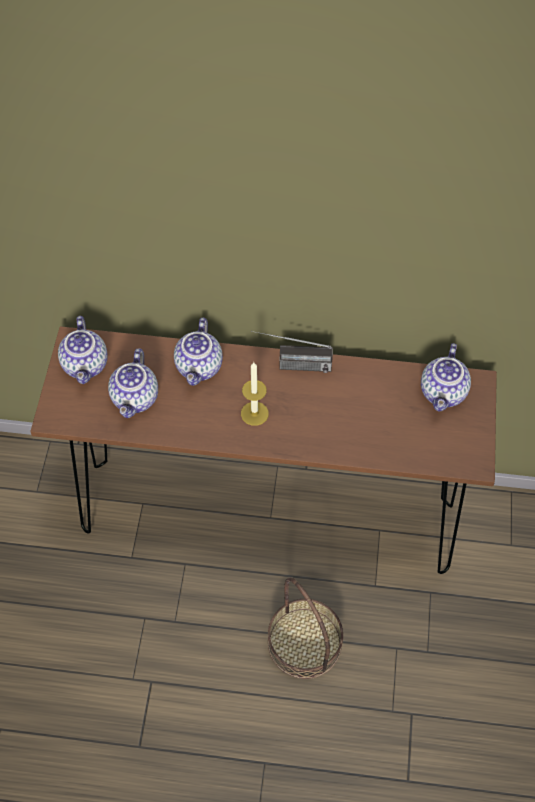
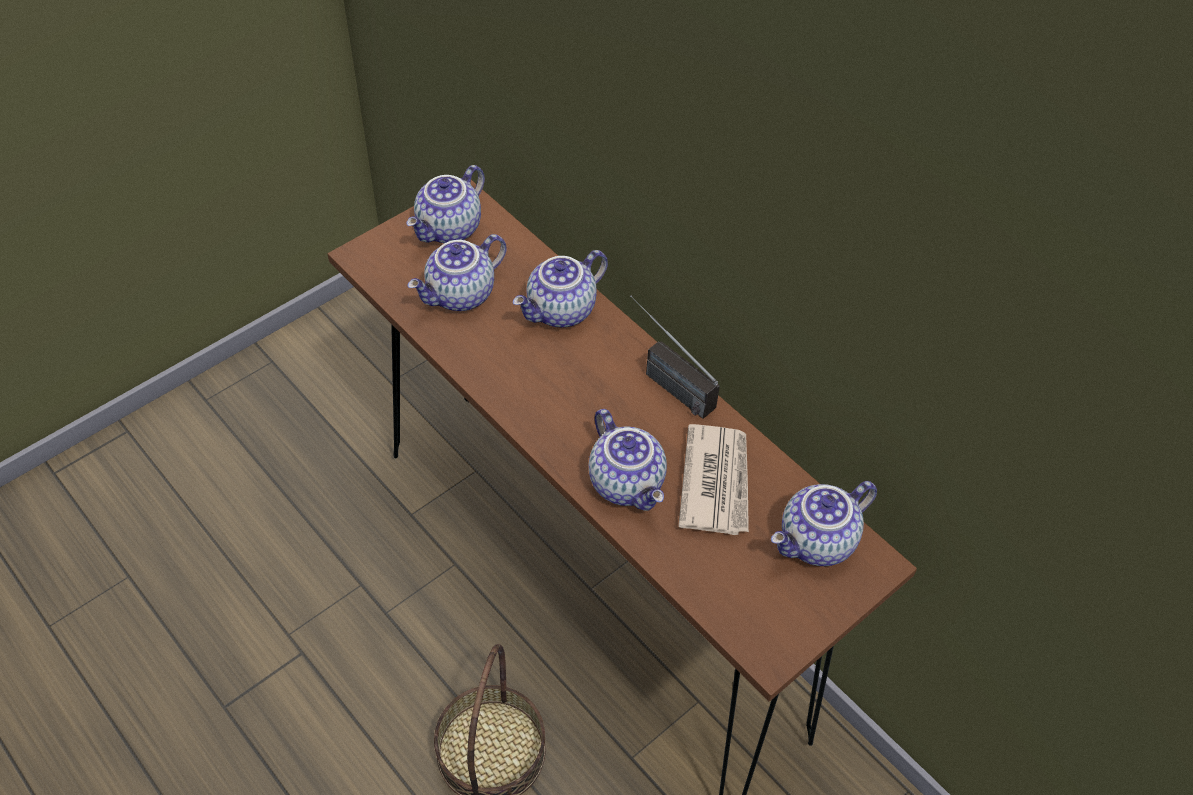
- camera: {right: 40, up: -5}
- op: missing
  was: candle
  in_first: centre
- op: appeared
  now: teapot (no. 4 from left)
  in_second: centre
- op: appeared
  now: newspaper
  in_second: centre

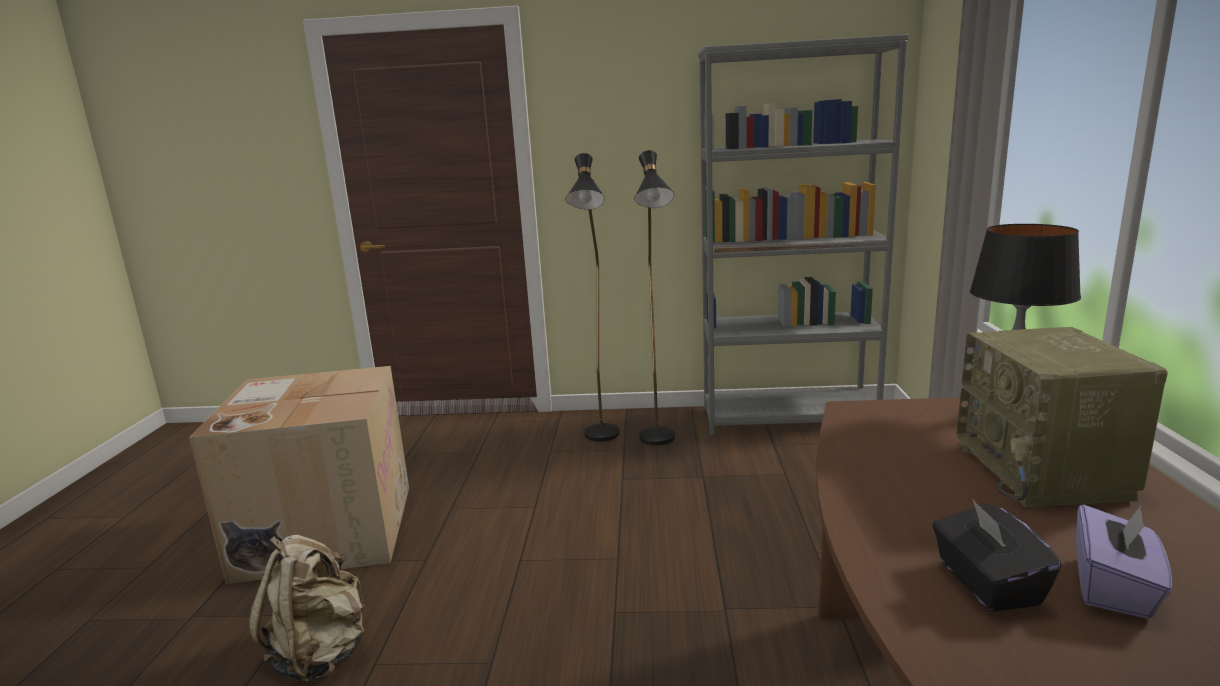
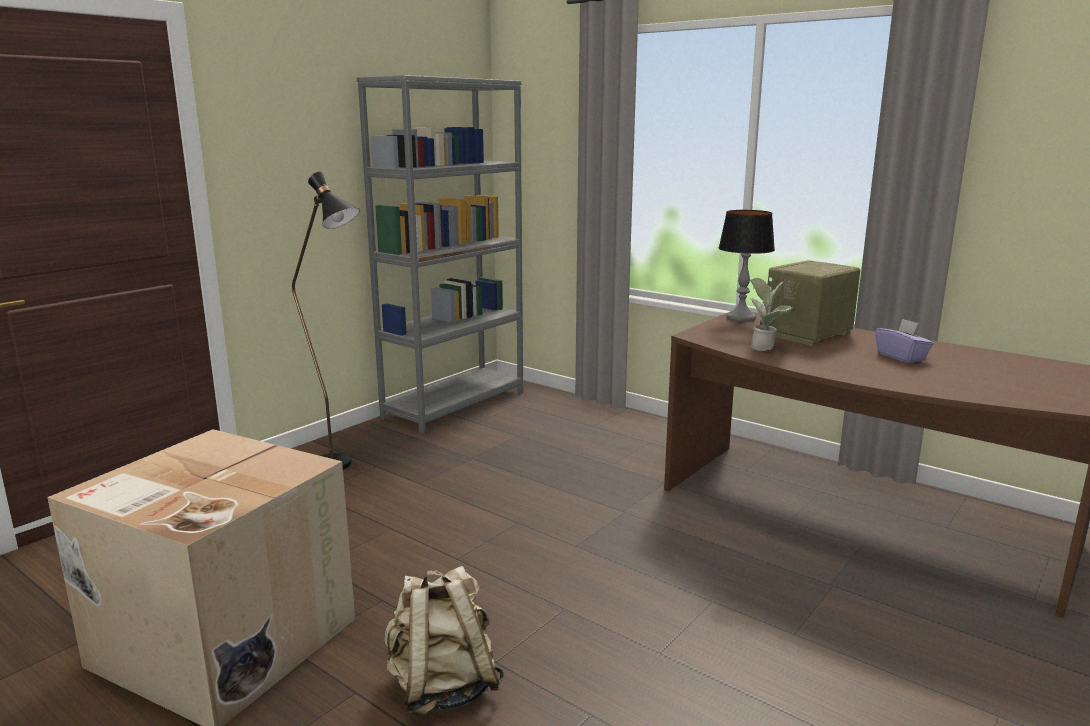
- camera: {right: -55, up: 0}
- op: missing
  was: floor lamp (black) (no. 2 from left)
  in_first: centre
- op: spun
  was: radio
  in_first: middle right
  in_second: middle right
  clockwise: 105
- op: missing
  was: tissue box (black)
  in_first: bottom right
- op: appeared
  now: potted plant
  in_second: middle right

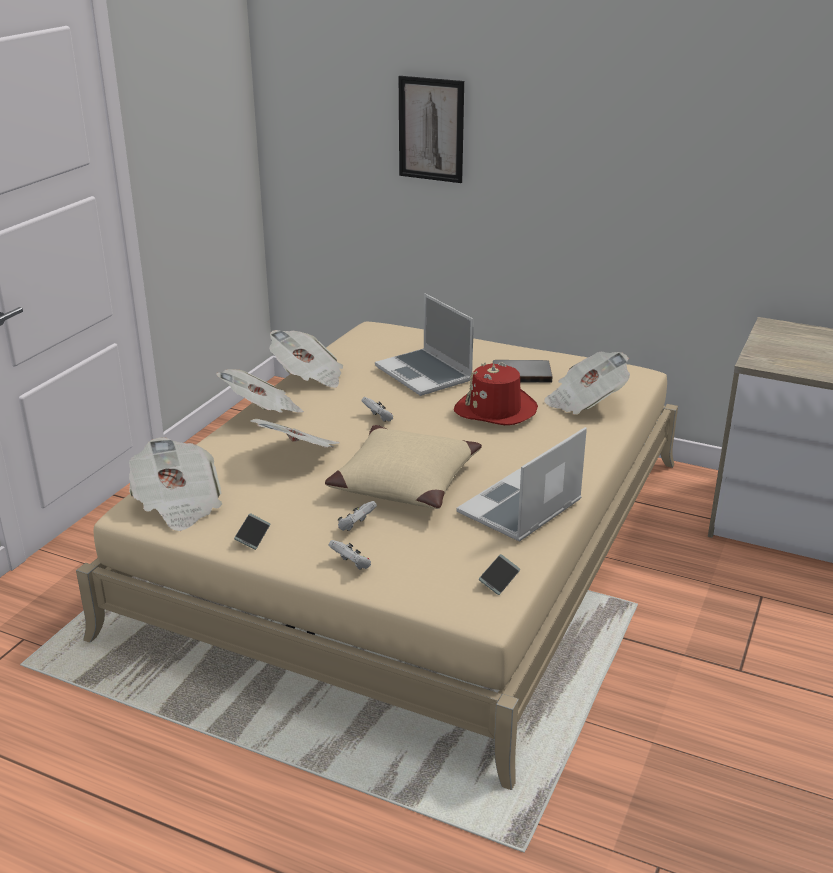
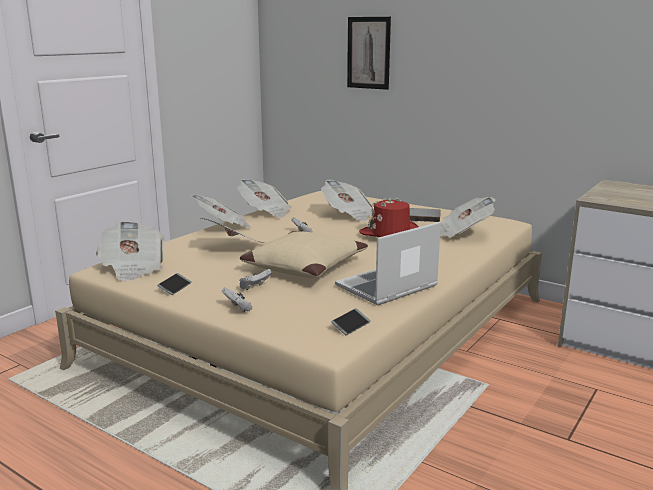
- camera: {right: 10, up: -10}
- op: exchanged
  was: laptop (no. 1 from left)
  now: newspaper (no. 5 from left)
  in_first: centre
  in_second: centre

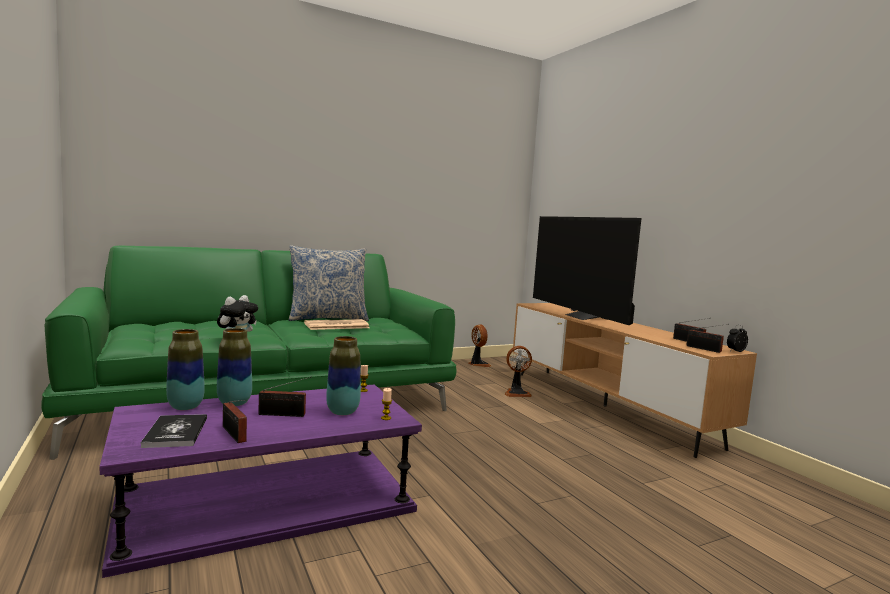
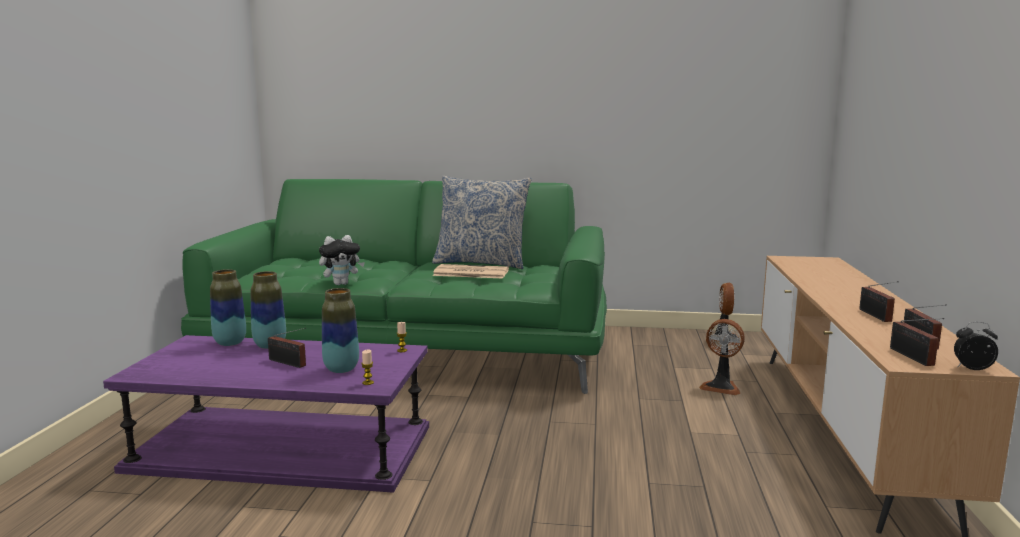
- camera: {right: 35, up: 5}
- op: missing
  was: television
  in_first: centre
- op: relocated
  was: radio (no. 1 from left in the first image)
  now: radio (no. 2 from left)
  in_first: bottom left
  in_second: middle right
- op: missing
  was: book
  in_first: bottom left

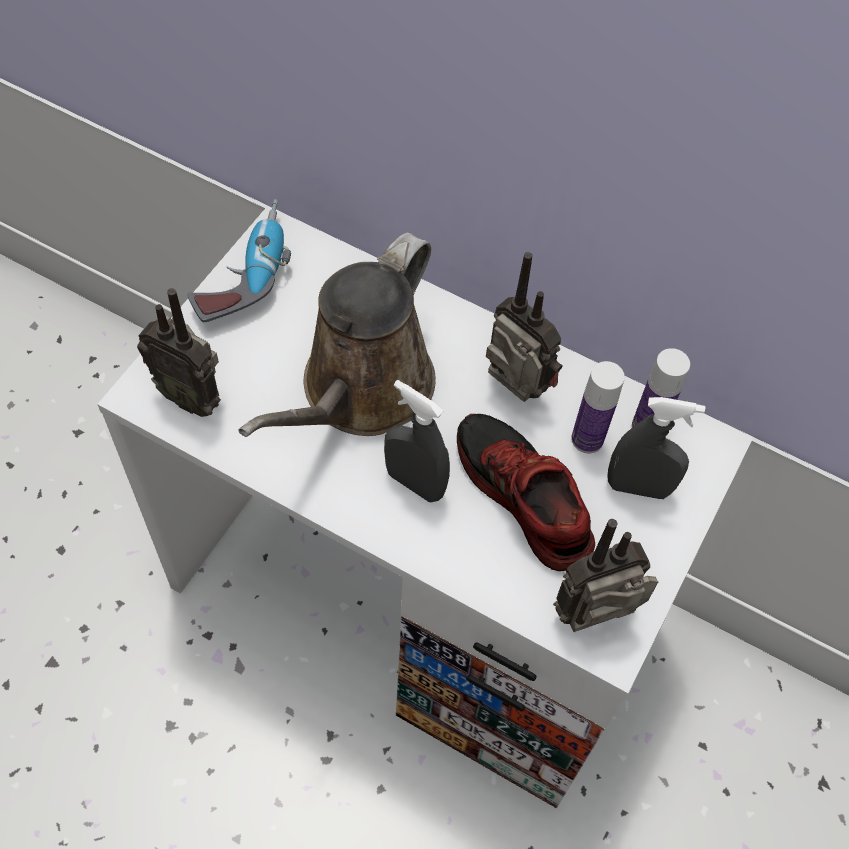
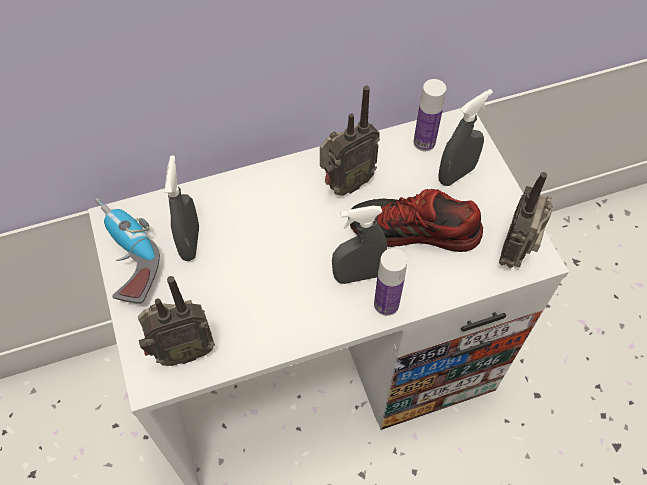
- camera: {right: -45, up: 0}
- op: missing
  was: watering can (brown)
  in_first: centre
- op: spun
  was: radio (no. 2 from left)
  in_first: centre
  in_second: top centre
  clockwise: 150
- op: relocated
  was: bottle (no. 1 from left)
  in_first: middle right
  in_second: centre
- op: appeared
  now: spray bottle (grey) (no. 1 from left)
  in_second: middle left

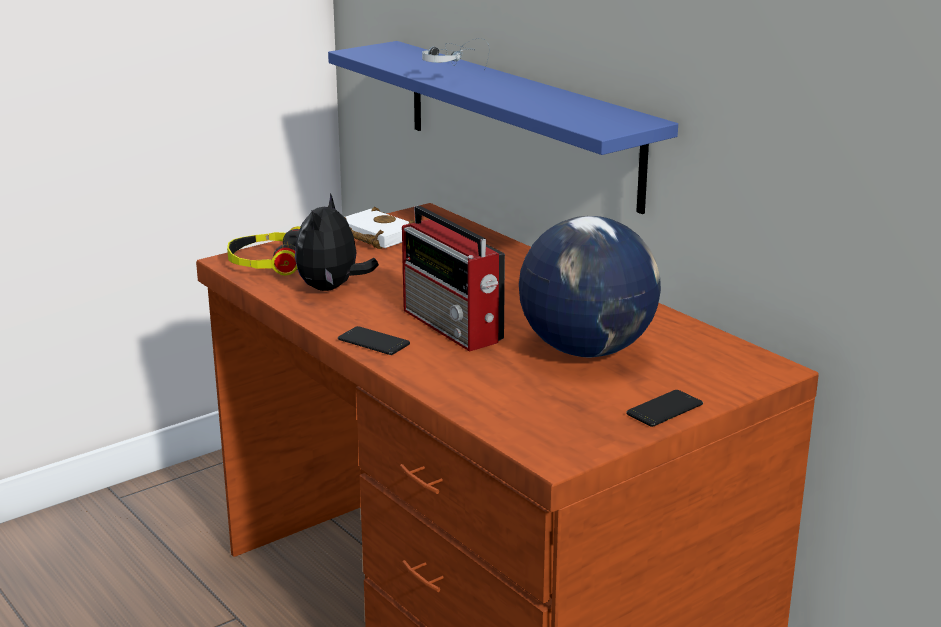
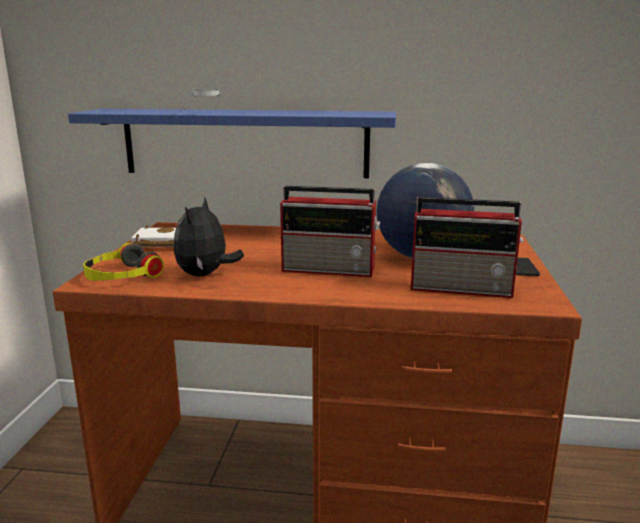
- camera: {right: -45, up: -5}
- op: spun
  was: plush toy
  in_first: centre
  in_second: middle left
  clockwise: 45
- op: missing
  was: phone (no. 1 from left)
  in_first: centre
- op: appeared
  now: radio (no. 2 from left)
  in_second: middle right

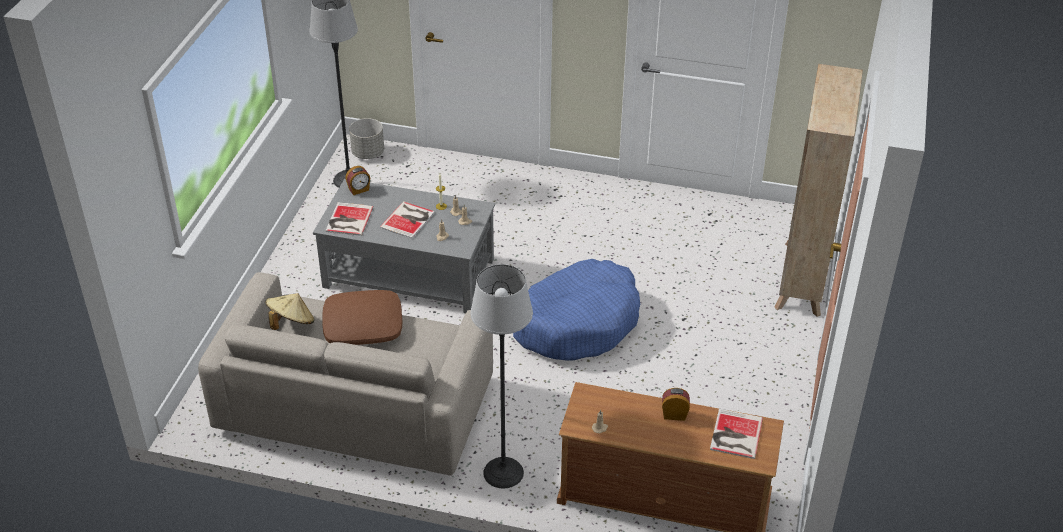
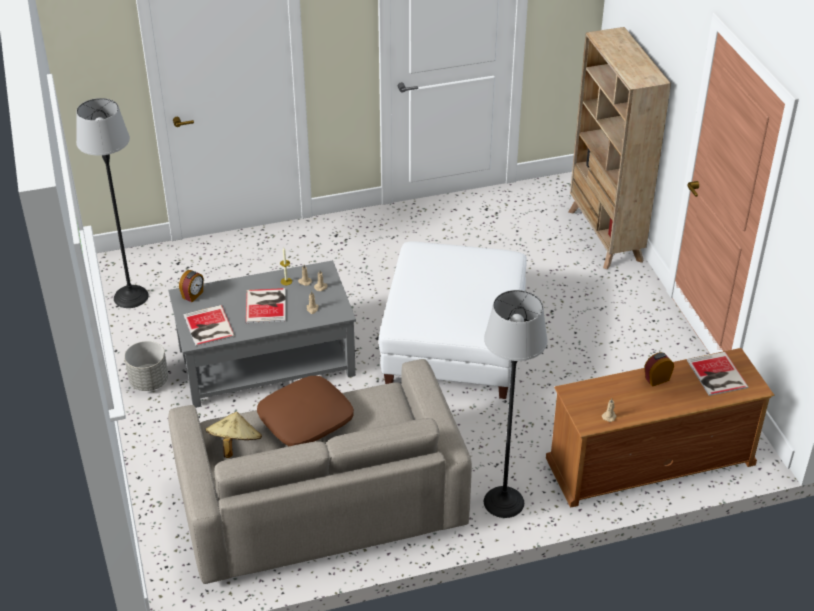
- camera: {right: -30, up: 0}
- op: relocated
  was: planter (grey)
  in_first: top centre
  in_second: middle left
- op: exchanged
  was: dog bed (blue)
  now: ottoman (white)
  in_first: centre
  in_second: centre

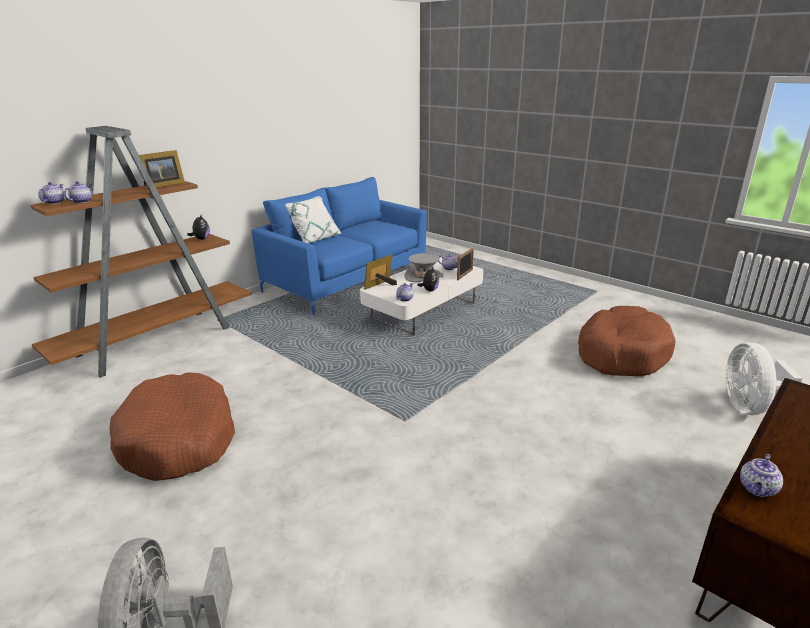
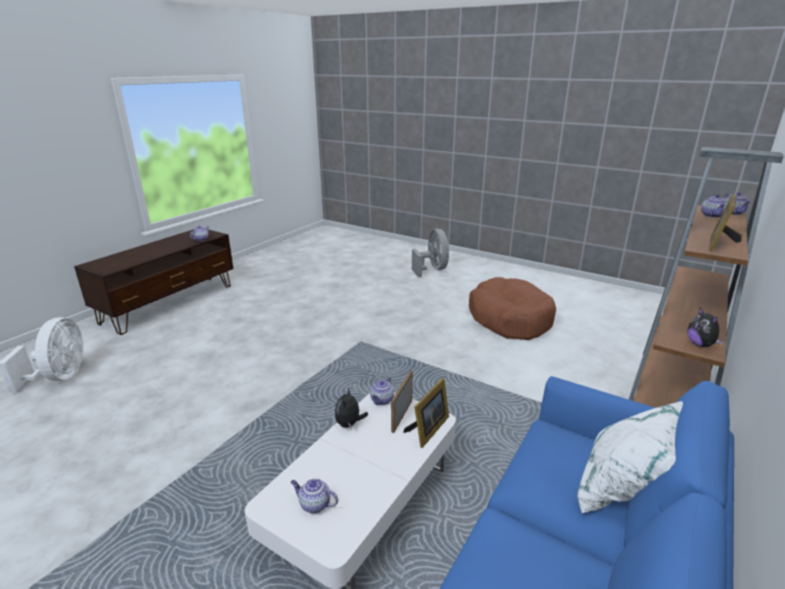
- camera: {right: 170, up: 0}
- op: relocated
  was: picture frame (no. 3 from left in the first image)
  now: picture frame (no. 1 from left)
  in_first: centre
  in_second: bottom centre
- op: missing
  was: hat (grey)
  in_first: centre
- op: missing
  was: dog bed (brown) (no. 2 from left)
  in_first: middle right

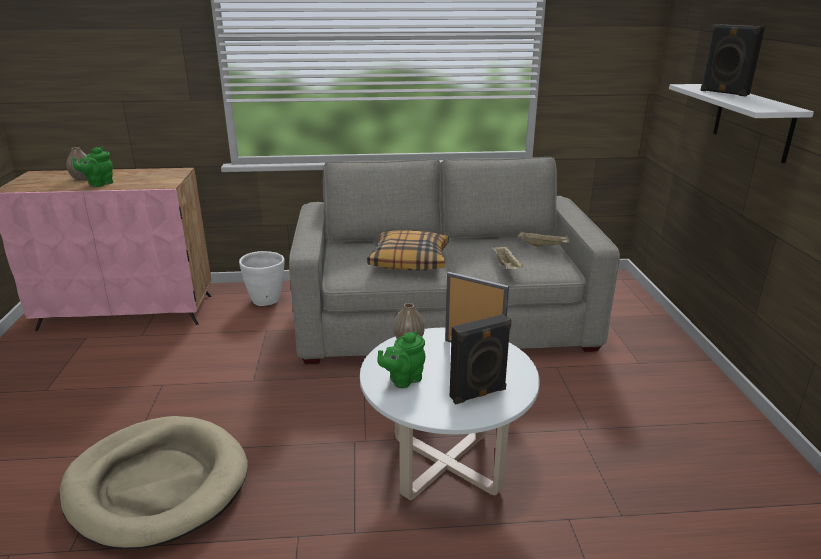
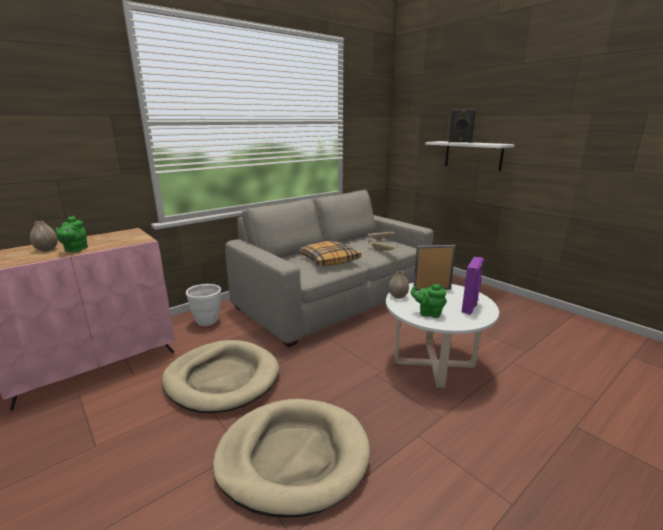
- camera: {right: -35, up: -5}
- op: colour
  was: speaker (black) (no. 1 from left)
  now: speaker (purple)
  in_first: centre
  in_second: middle right
- op: spun
  was: teapot (green) (no. 2 from left)
  in_first: centre
  in_second: centre
  clockwise: 90
- op: appeared
  now: dog bed (beige) (no. 1 from left)
  in_second: bottom left

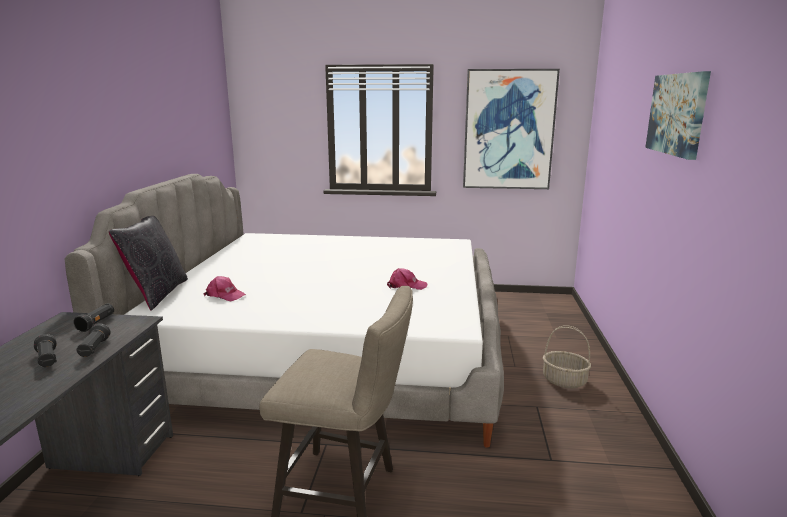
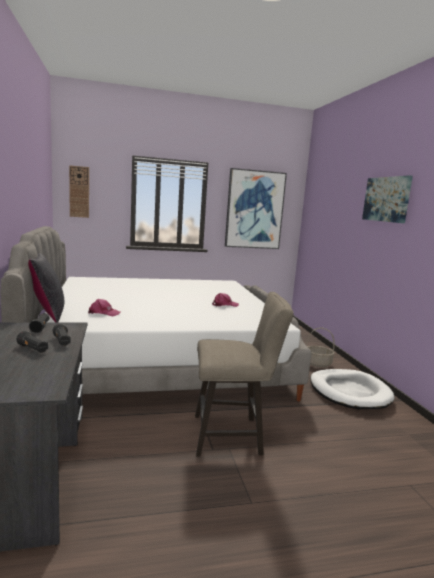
- camera: {right: -20, up: -5}
- op: appeared
  now: wall clock
  in_second: top left
- op: appeared
  now: dog bed (white)
  in_second: bottom right

